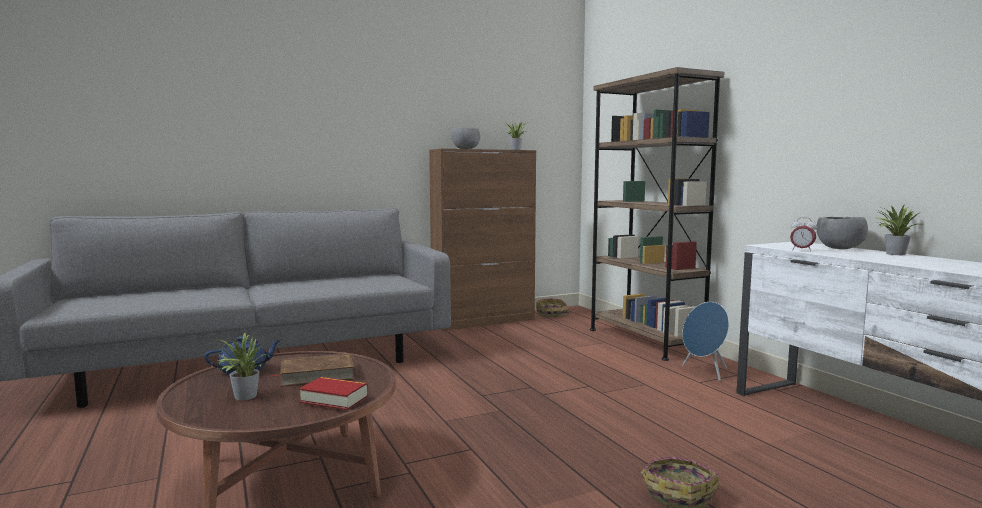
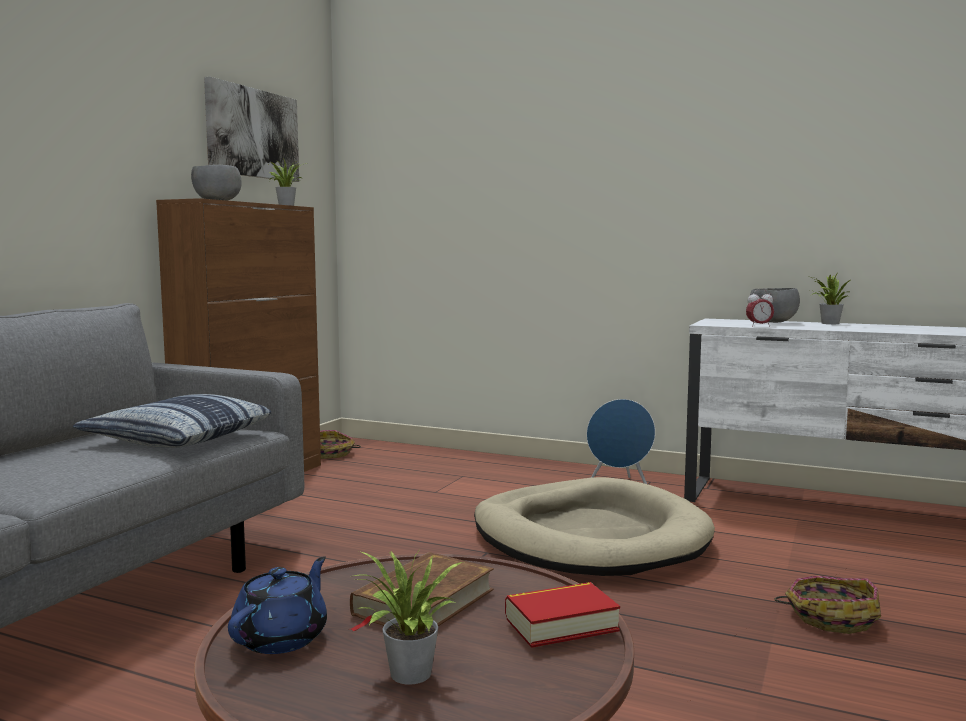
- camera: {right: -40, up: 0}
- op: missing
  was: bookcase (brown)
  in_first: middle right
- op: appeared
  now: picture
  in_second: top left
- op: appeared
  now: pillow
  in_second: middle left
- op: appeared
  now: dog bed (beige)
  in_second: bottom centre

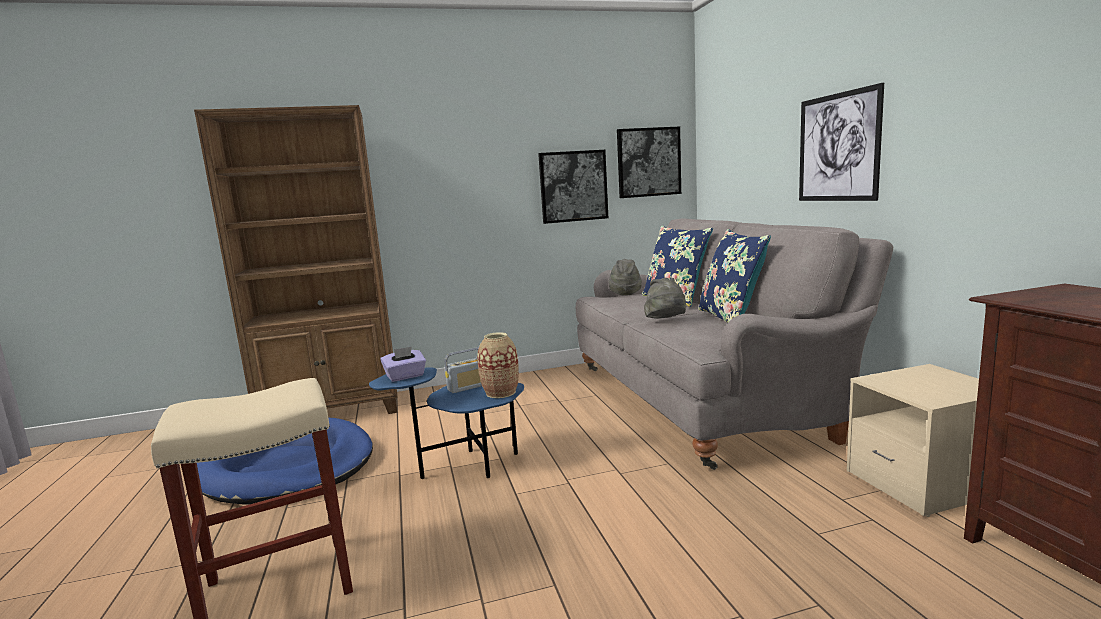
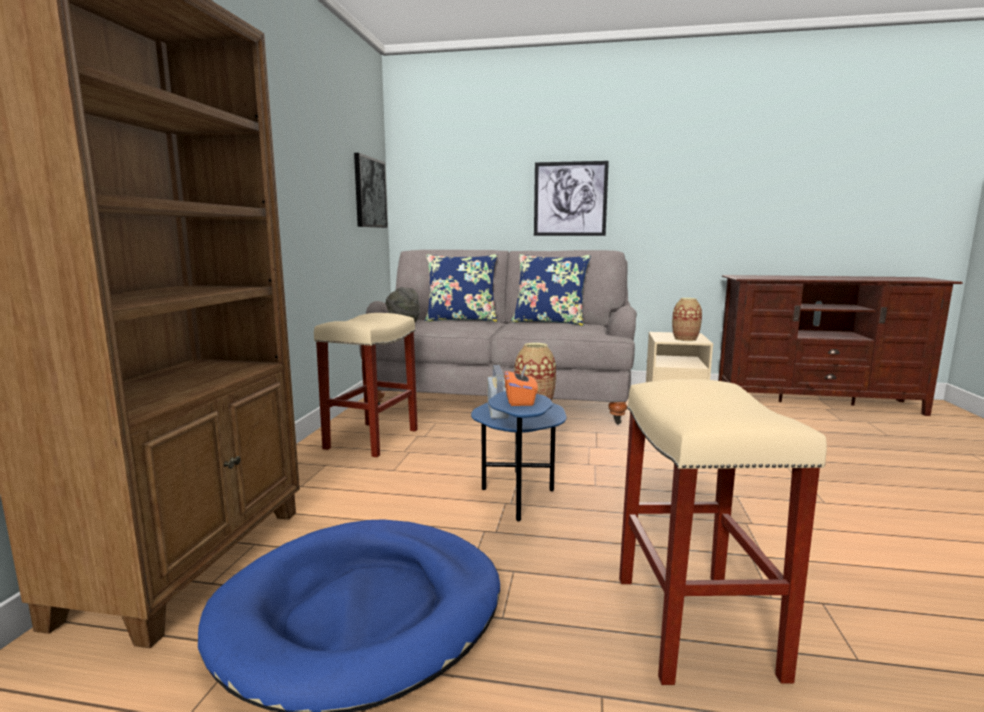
- camera: {right: -65, up: 0}
- op: missing
  was: picture (no. 1 from left)
  in_first: top centre
- op: missing
  was: hat (grey) (no. 2 from left)
  in_first: centre
- op: colour
  was: tissue box (purple)
  now: tissue box (orange)
  in_first: centre
  in_second: centre
- op: appeared
  now: vase (no. 2 from left)
  in_second: middle right
- op: appeared
  now: stool (beige) (no. 1 from left)
  in_second: centre

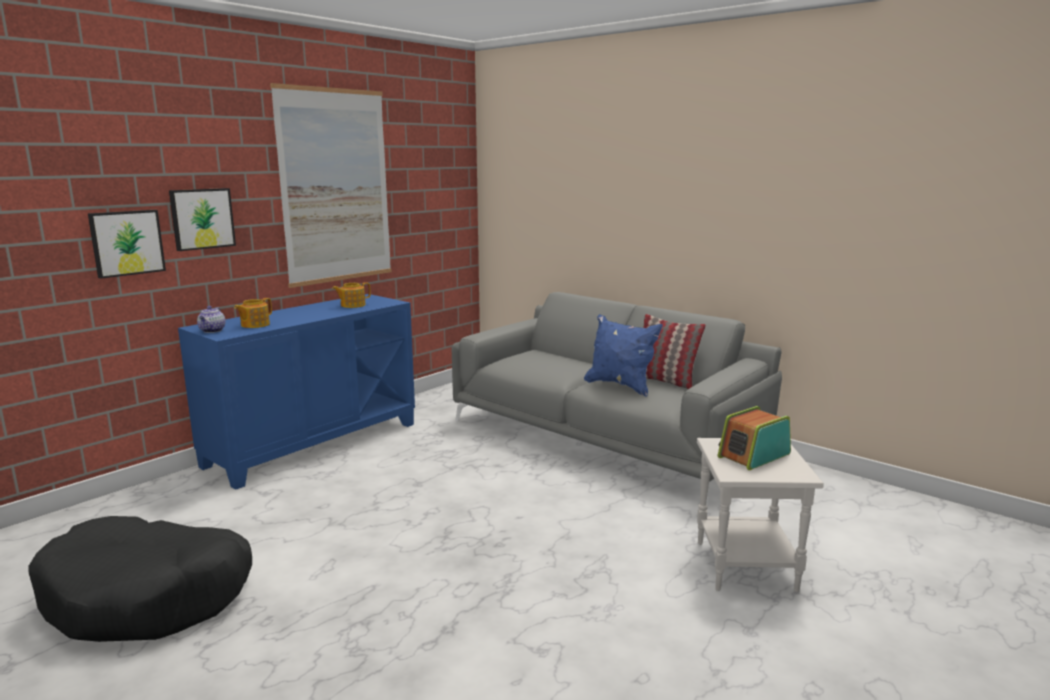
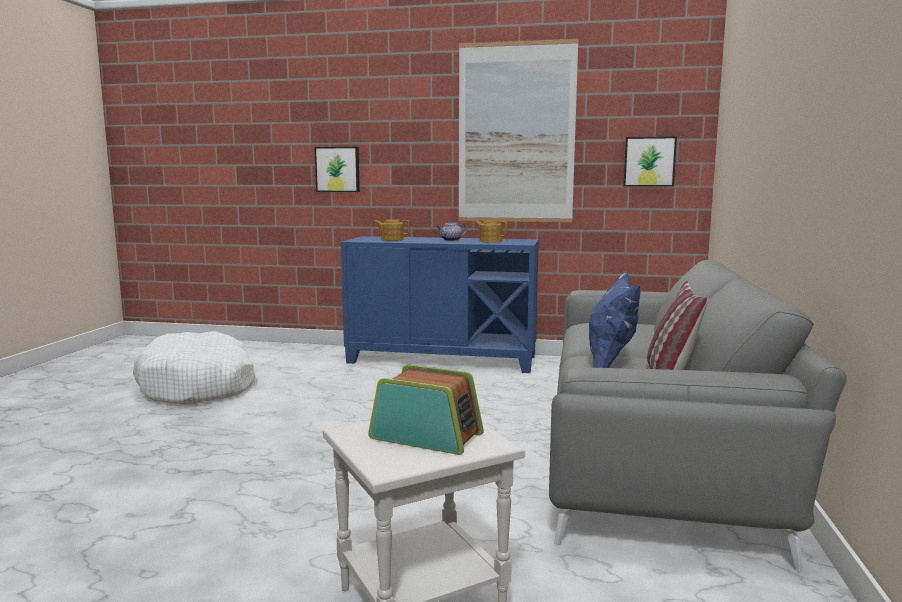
- camera: {right: 60, up: -5}
- op: relocated
  was: picture (no. 2 from left in the first image)
  now: picture (no. 3 from left)
  in_first: top left
  in_second: top right
- op: relocated
  was: teapot (no. 1 from left in the first image)
  now: teapot (no. 2 from left)
  in_first: middle left
  in_second: centre
- op: colour
  was: dog bed (black)
  now: dog bed (white)
  in_first: bottom left
  in_second: middle left

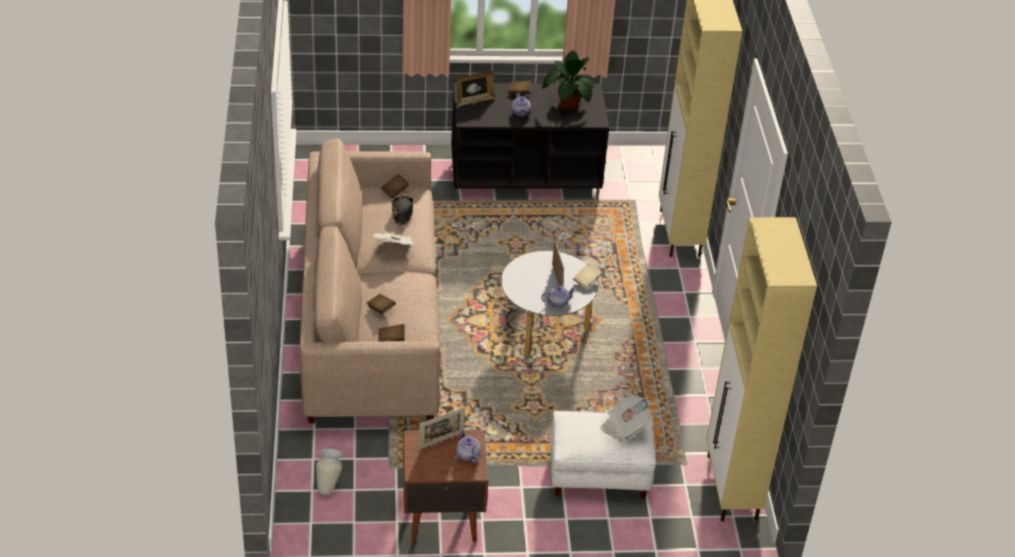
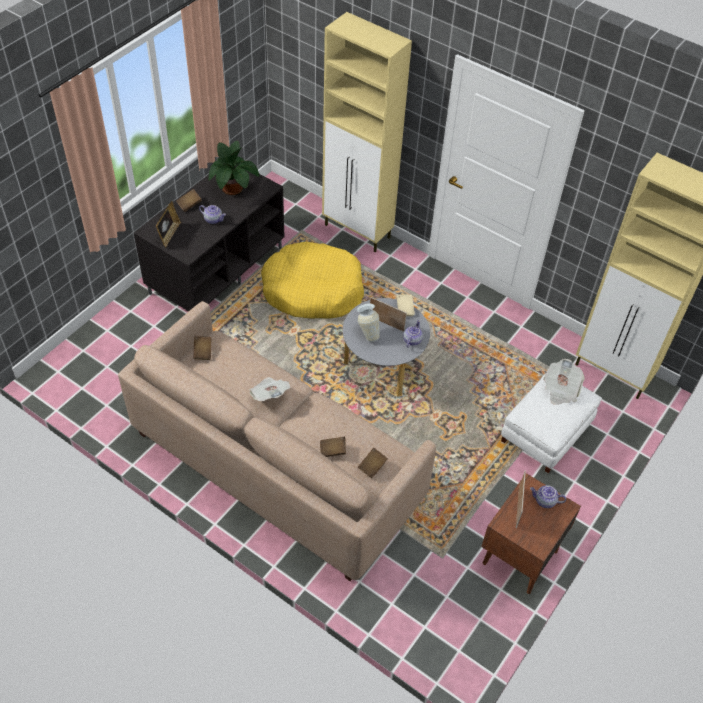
- camera: {right: -50, up: 10}
- op: missing
  was: hat (black)
  in_first: centre
- op: relocated
  was: vase
  in_first: bottom left
  in_second: centre
- op: appeared
  now: dog bed (yellow)
  in_second: centre

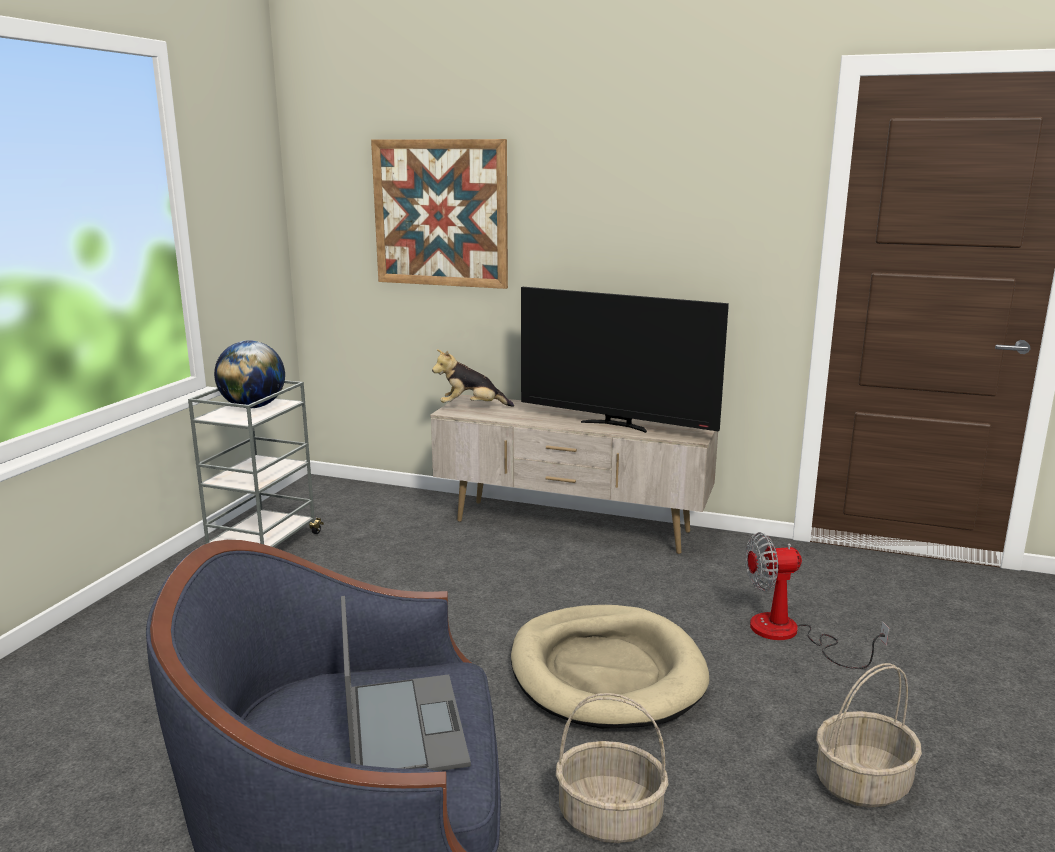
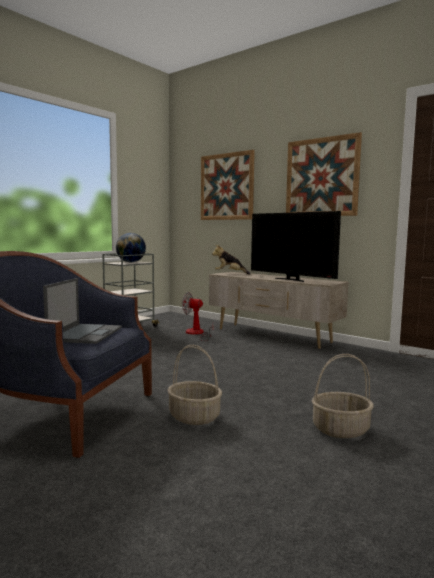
- camera: {right: 20, up: -10}
- op: relocated
  was: fan
  in_first: bottom right
  in_second: centre
- op: missing
  was: dog bed (beige)
  in_first: bottom centre
- op: appeared
  now: picture (no. 2 from left)
  in_second: top right

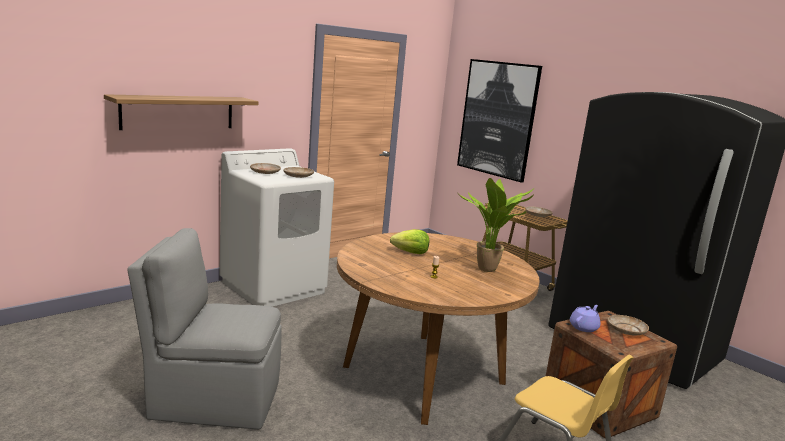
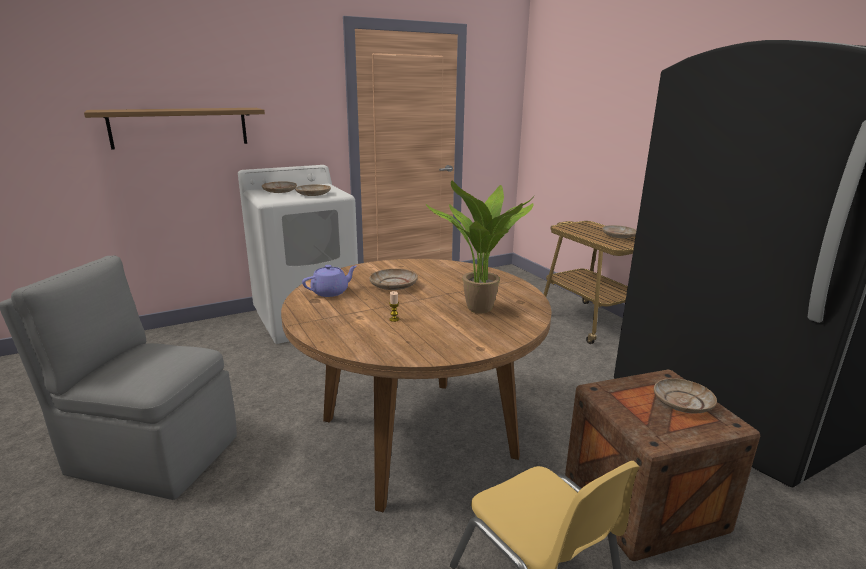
- camera: {right: 15, up: 5}
- op: missing
  was: picture
  in_first: top centre
- op: exchanged
  was: lettuce
  now: plate (beige) (no. 3 from left)
  in_first: centre
  in_second: centre
- op: relocated
  was: teapot (purple)
  in_first: bottom right
  in_second: centre

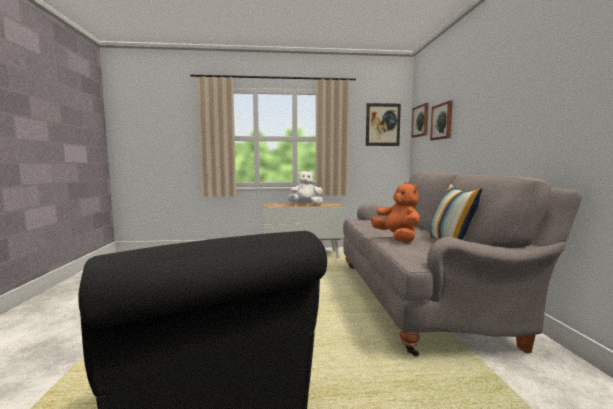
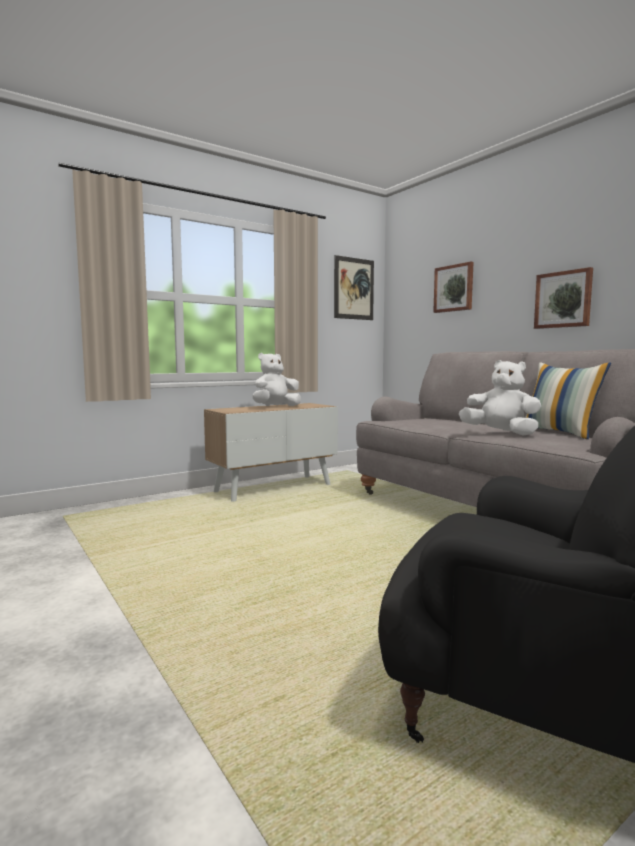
- camera: {right: -30, up: 0}
- op: relocated
  was: picture (no. 2 from left in the first image)
  now: picture (no. 3 from left)
  in_first: top right
  in_second: middle right
- op: colour
  was: plush toy (orange)
  now: plush toy (white) (no. 2 from left)
  in_first: centre
  in_second: middle right

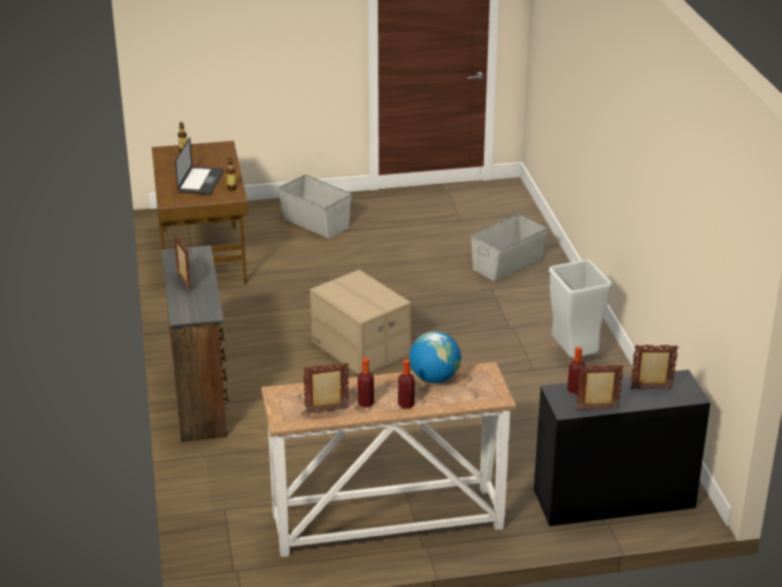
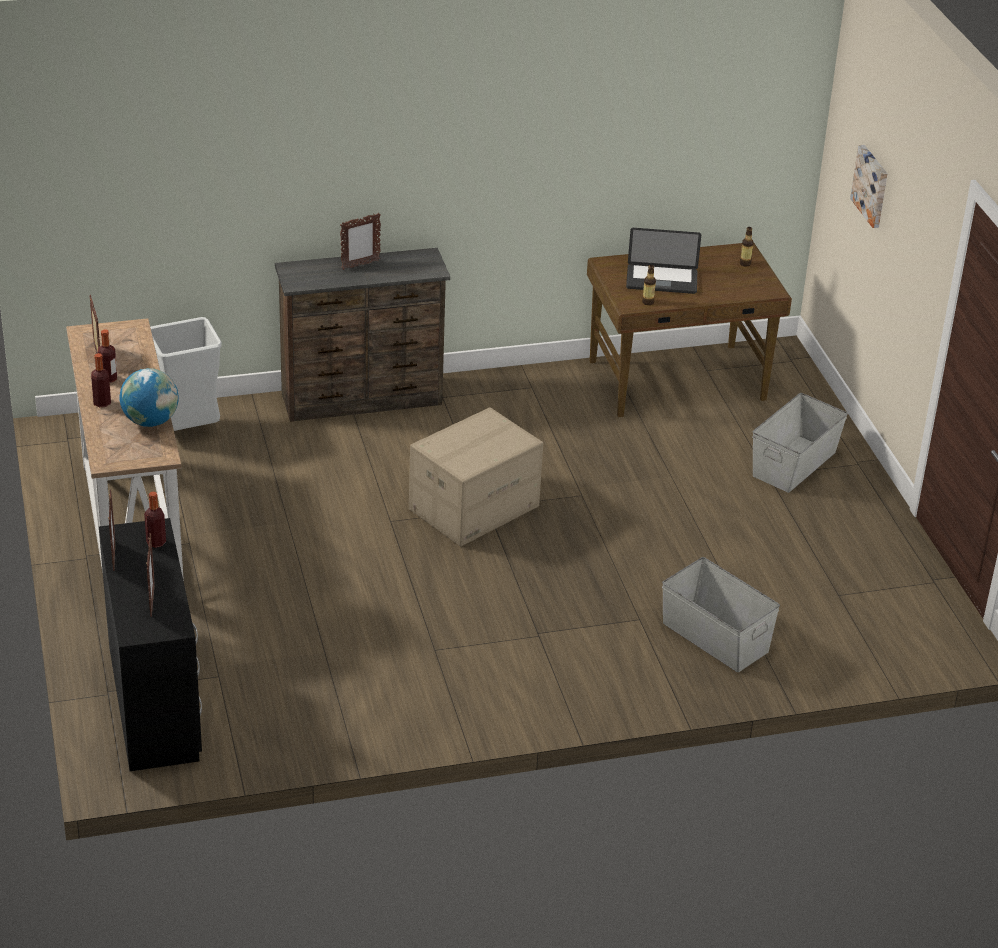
- camera: {right: 85, up: 5}
- op: relocated
  was: trash can (grey)
  in_first: middle right
  in_second: middle left
- op: appeared
  now: picture
  in_second: top right

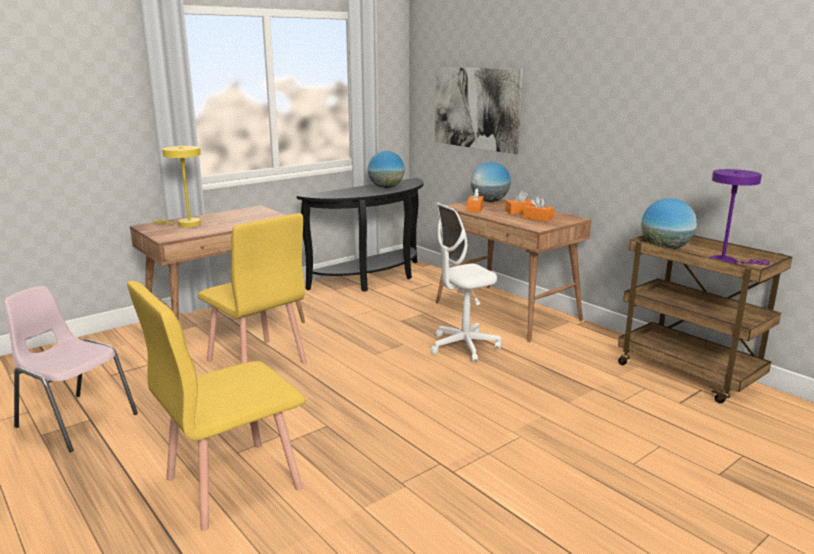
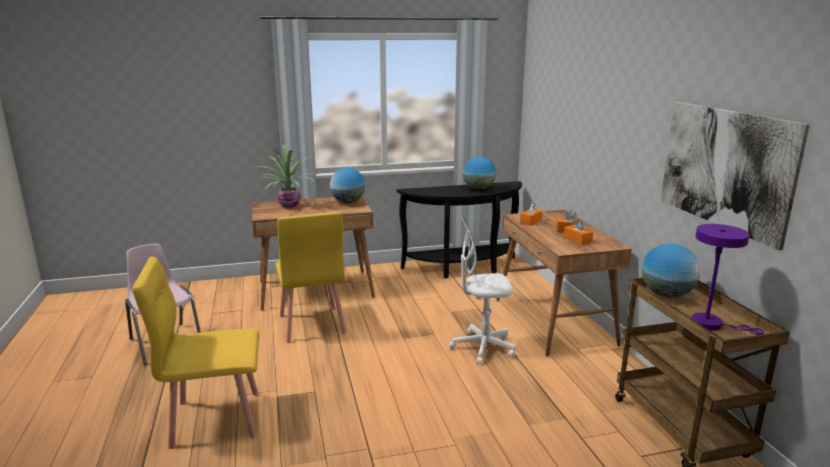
- camera: {right: 25, up: 0}
- op: relocated
  was: picture
  in_first: top centre
  in_second: middle right
- op: exchanged
  was: table lamp (yellow)
  now: potted plant
  in_first: middle left
  in_second: centre
- op: relocated
  was: globe (no. 2 from left in the first image)
  now: globe (no. 1 from left)
  in_first: top centre
  in_second: centre

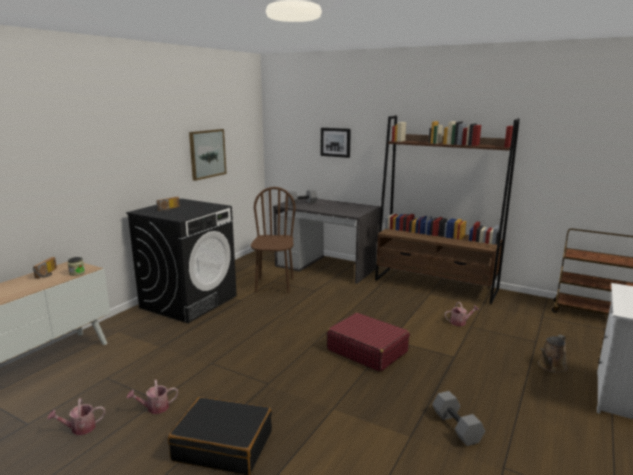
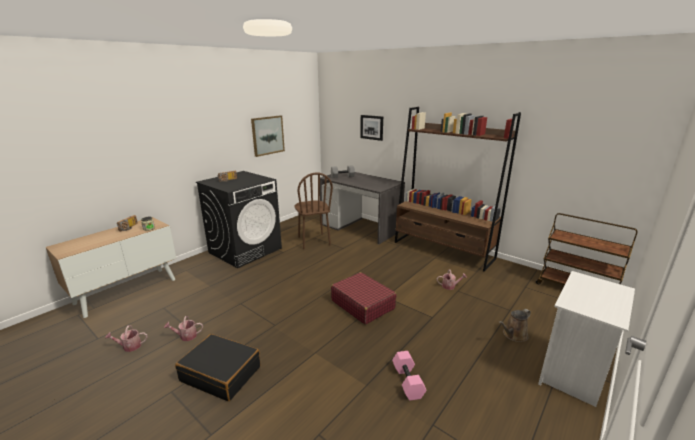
- camera: {right: 10, up: 5}
- op: spun
  was: chair (brown)
  in_first: centre
  in_second: centre
  clockwise: 150
- op: colour
  was: dumbbell (grey) (no. 2 from left)
  now: dumbbell (pink)
  in_first: bottom right
  in_second: bottom centre

